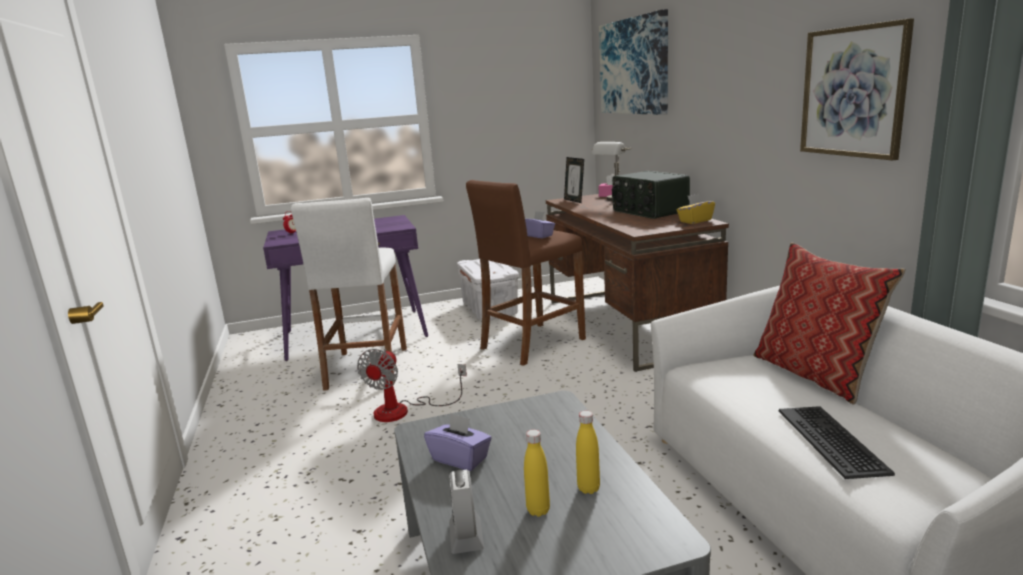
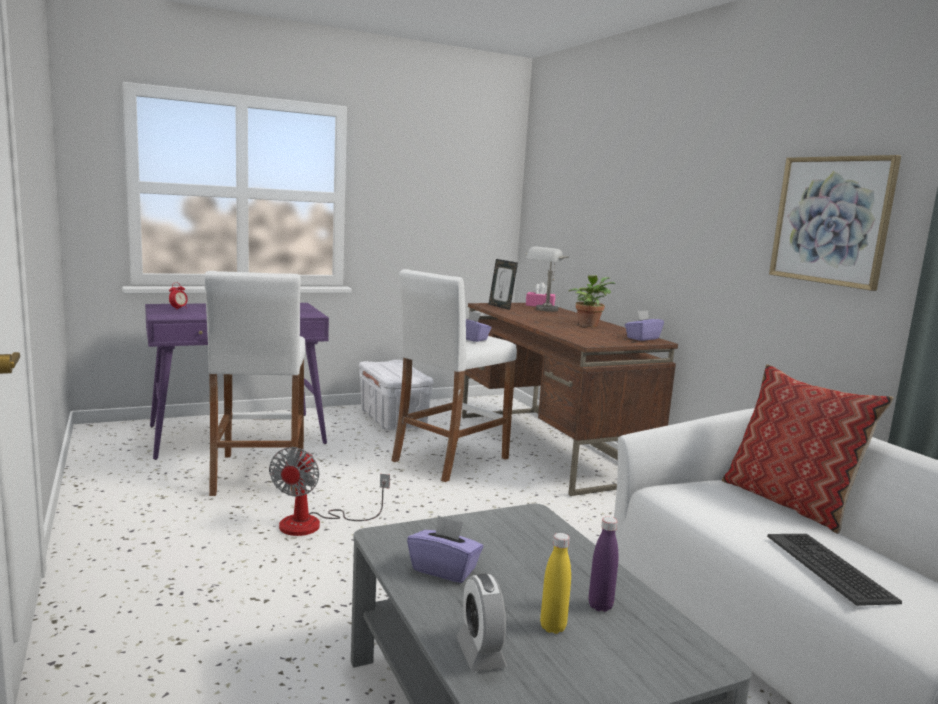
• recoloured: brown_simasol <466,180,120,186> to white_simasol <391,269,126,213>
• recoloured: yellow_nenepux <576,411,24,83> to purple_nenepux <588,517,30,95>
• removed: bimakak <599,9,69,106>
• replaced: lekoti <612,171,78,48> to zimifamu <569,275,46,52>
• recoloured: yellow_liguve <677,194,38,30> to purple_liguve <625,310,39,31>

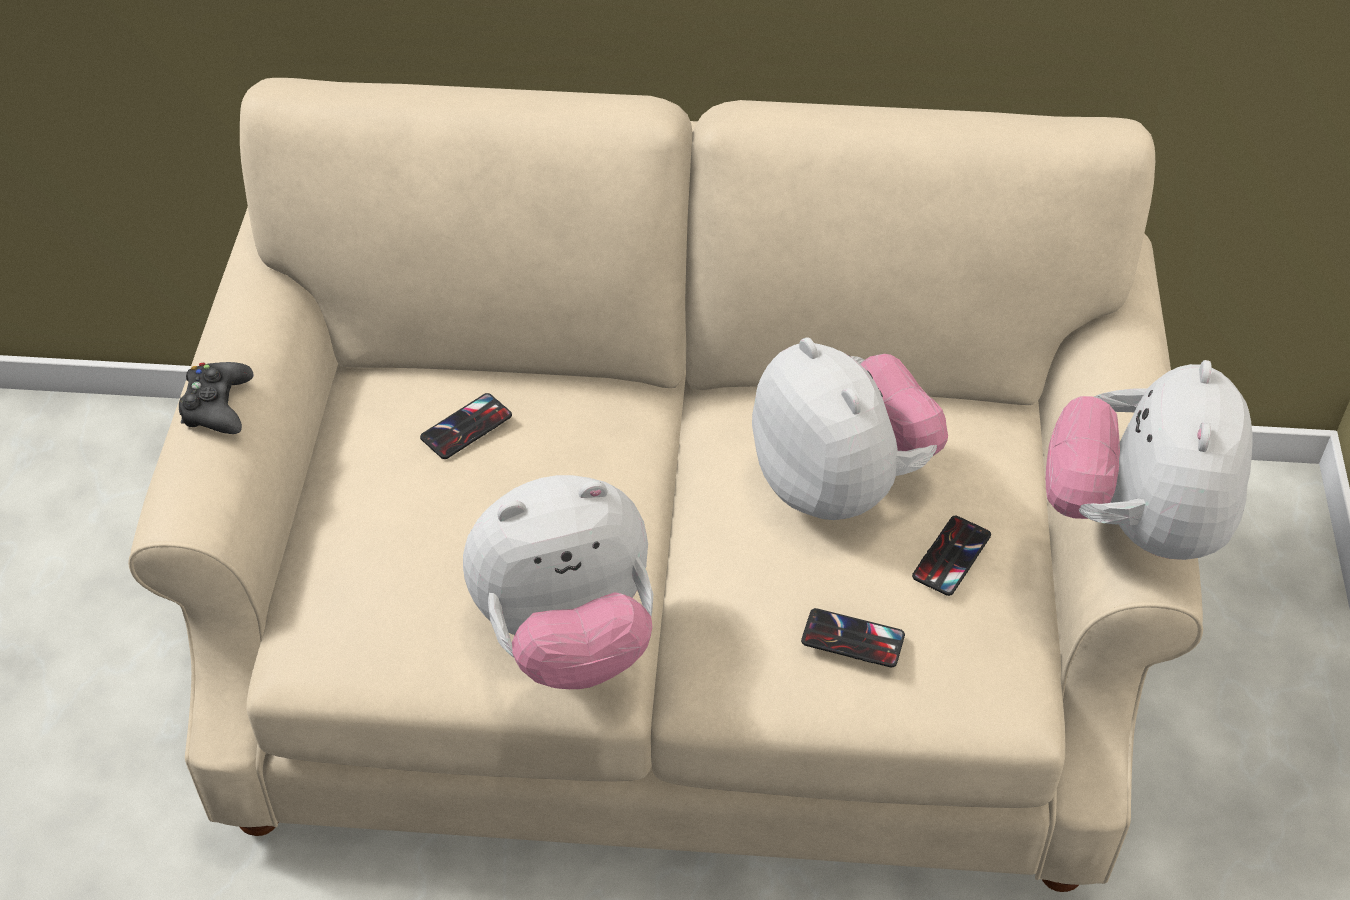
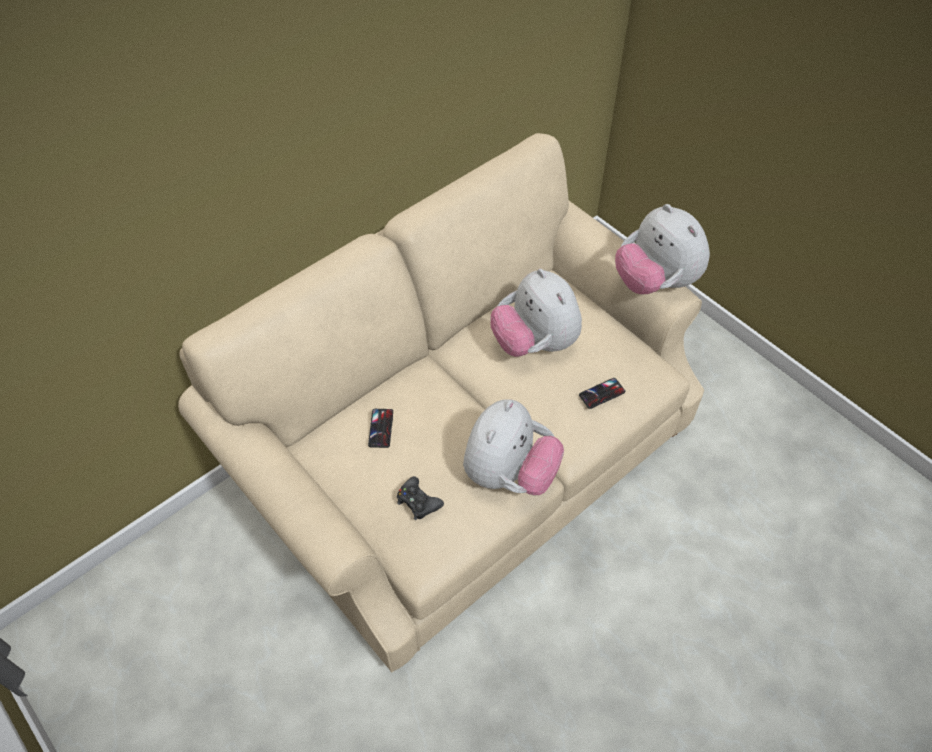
• moved: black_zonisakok <179,362,74,72> to <397,476,47,44>
• turned: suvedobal <752,338,196,182> = <491,269,91,88> 135 degrees counterclockwise
• removed: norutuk <912,516,79,80>

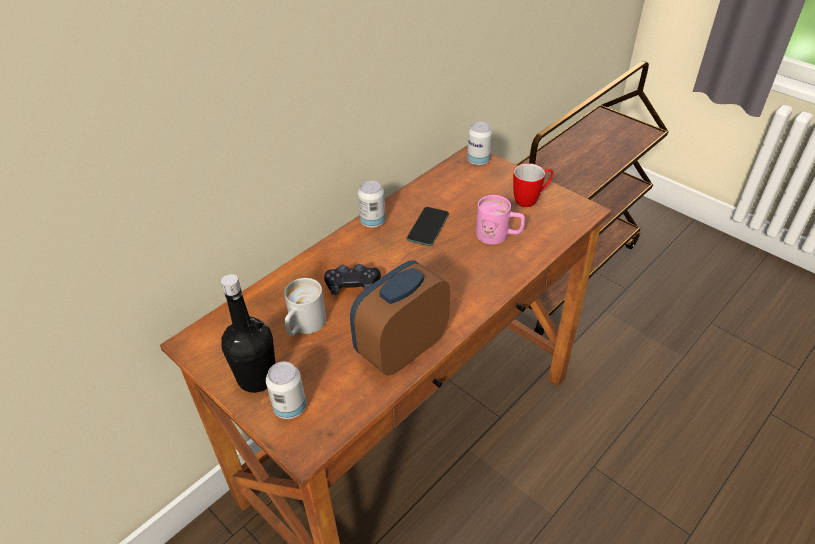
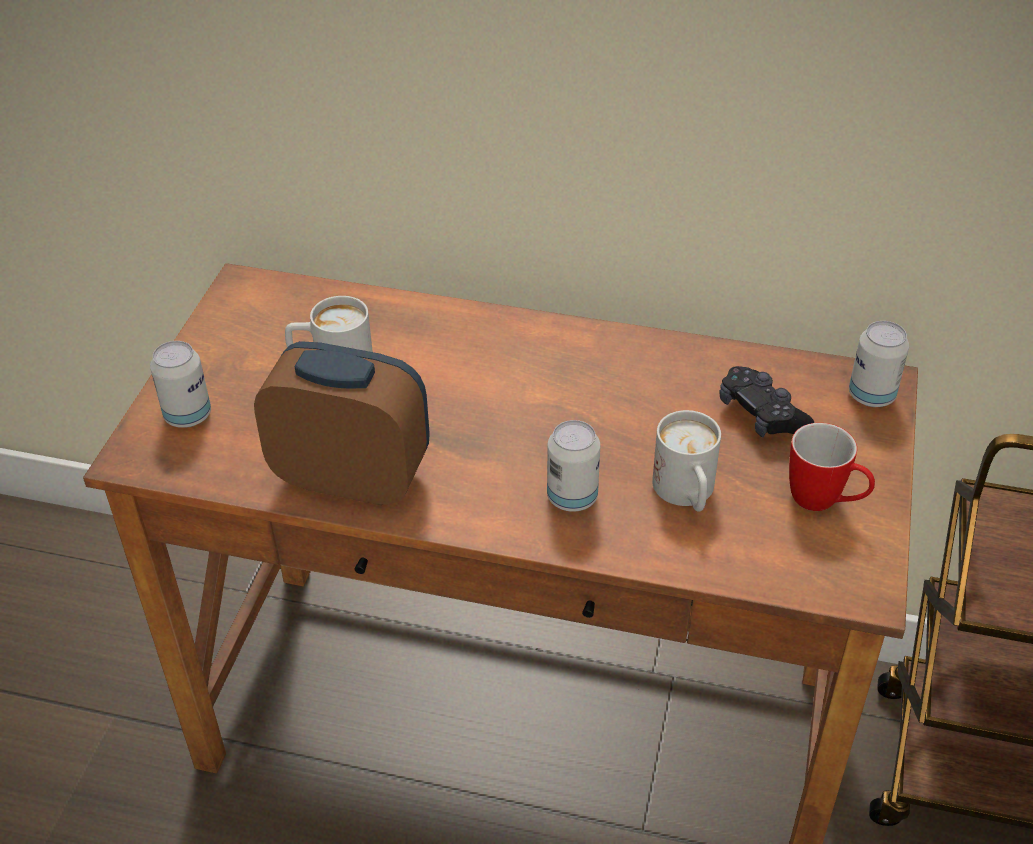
• removed: black_nenepux <221,274,55,119>
• moved: black_zonisakok <324,264,57,31> to <719,366,95,72>
• moved: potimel <358,180,27,48> to <547,420,53,92>
• removed: norutuk <407,207,42,39>
• recoloured: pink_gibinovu <476,195,49,50> to white_gibinovu <652,410,69,102>

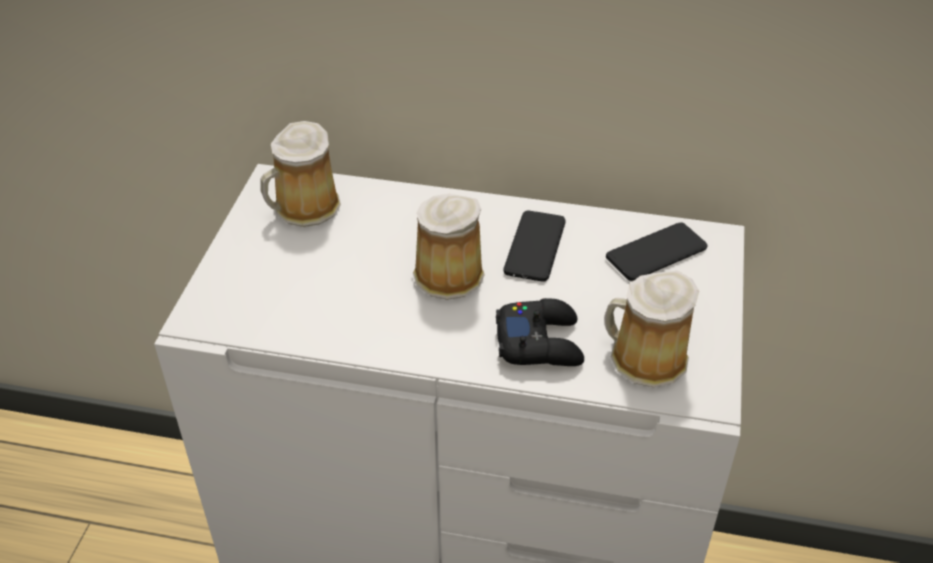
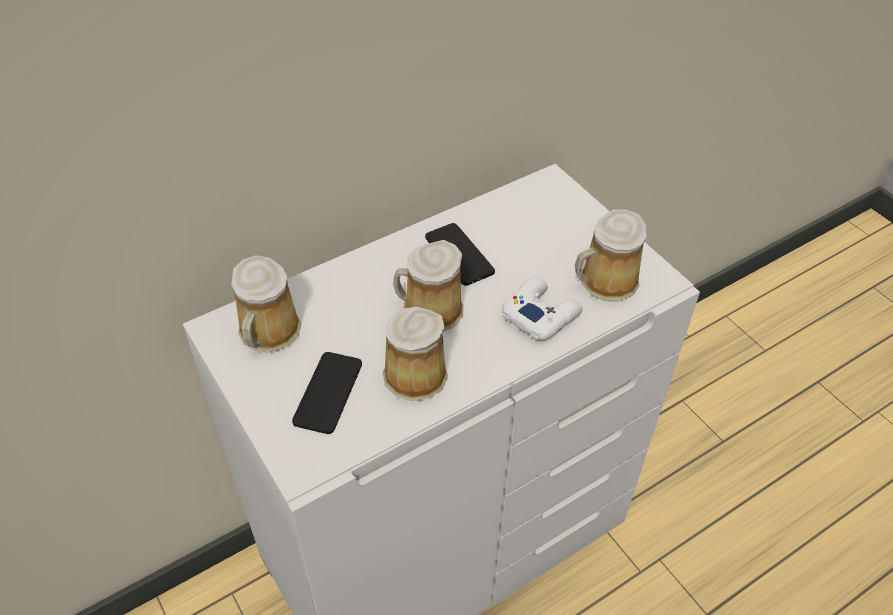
• recoloured: black_zonisakok <496,298,88,68> to white_zonisakok <502,278,81,62>
• moved: norutuk <606,222,101,59> to <292,352,70,82>
• added: gibinovu <383,307,65,94>

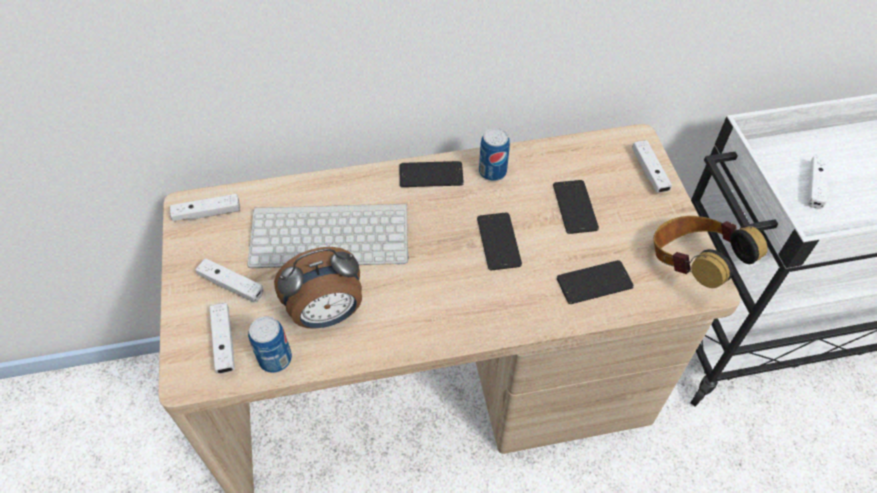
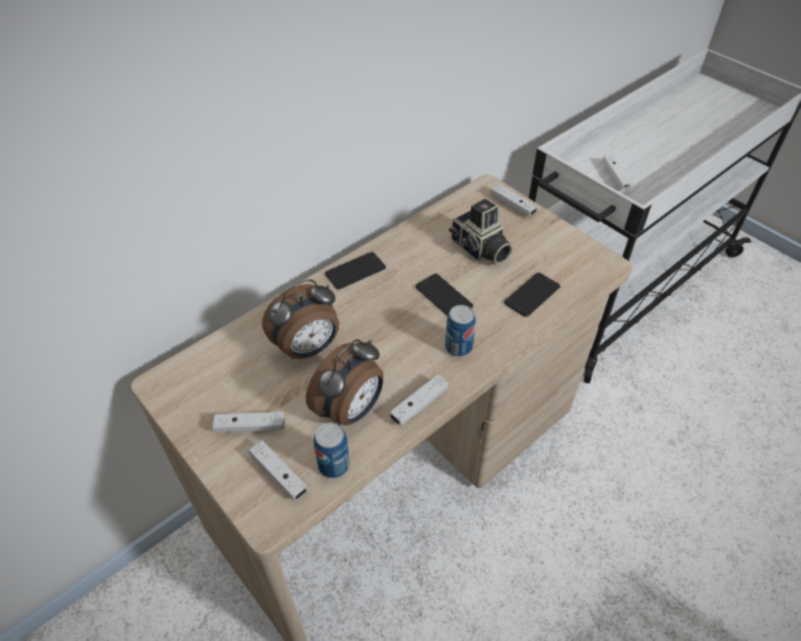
• moved: white_zonisakok <170,194,70,27> to <390,374,58,52>
• replaced: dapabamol <247,203,162,65> to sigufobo <262,279,77,80>
• moved: potimel <479,128,31,53> to <445,305,31,52>
• replaced: norutuk <553,180,46,54> to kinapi <449,199,64,65>
• removed: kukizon <654,216,114,72>

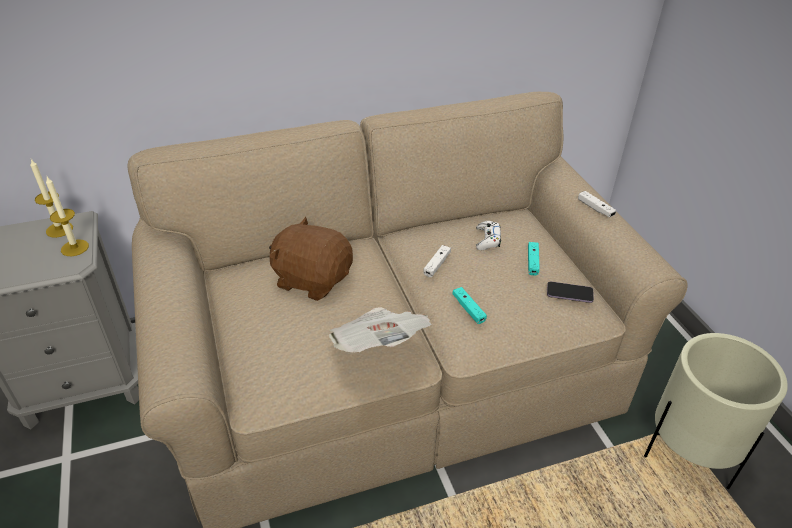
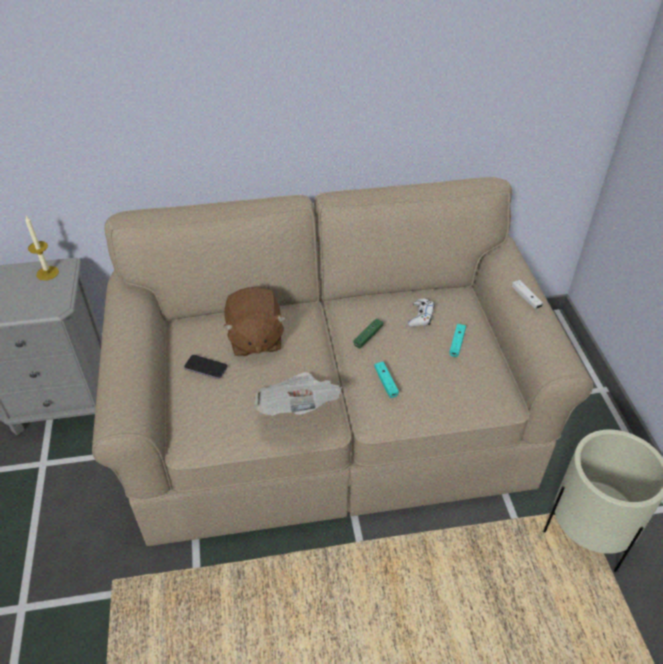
• removed: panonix <46,177,43,79>
• turned: brown_suvedobal <269,217,84,84> = <223,287,63,70> 135 degrees counterclockwise
• recoloured: white_zonisakok <423,245,28,32> to green_zonisakok <353,319,30,29>
• moved: norutuk <547,281,47,22> to <184,355,44,24>

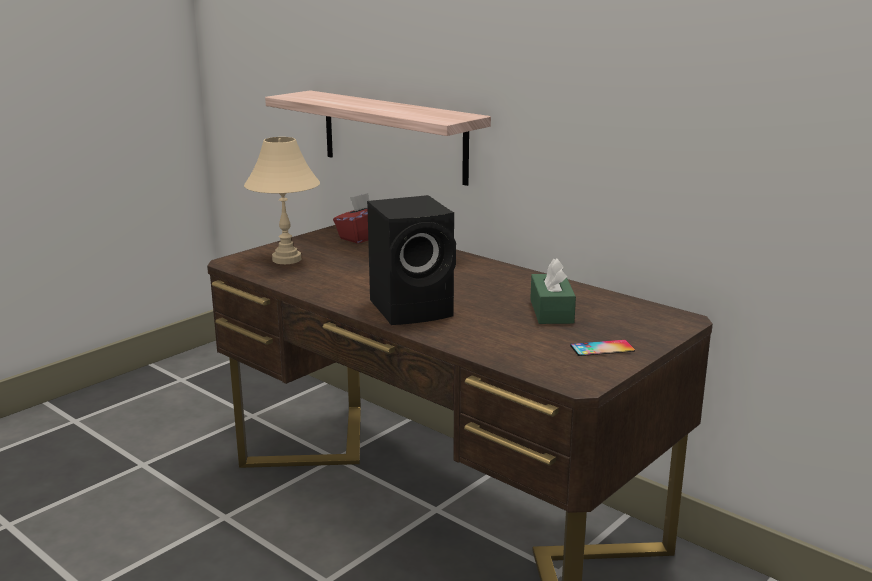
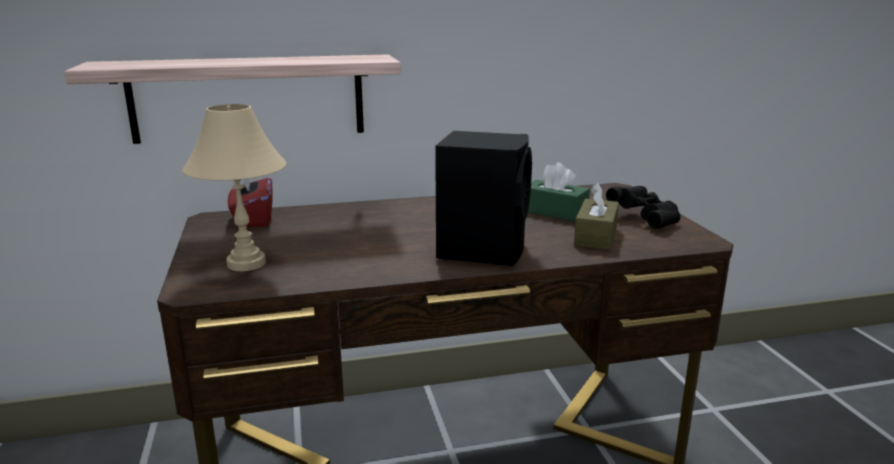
• replaced: norutuk <570,340,65,16> to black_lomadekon <606,186,74,43>
• added: brown_liguve <574,182,45,68>

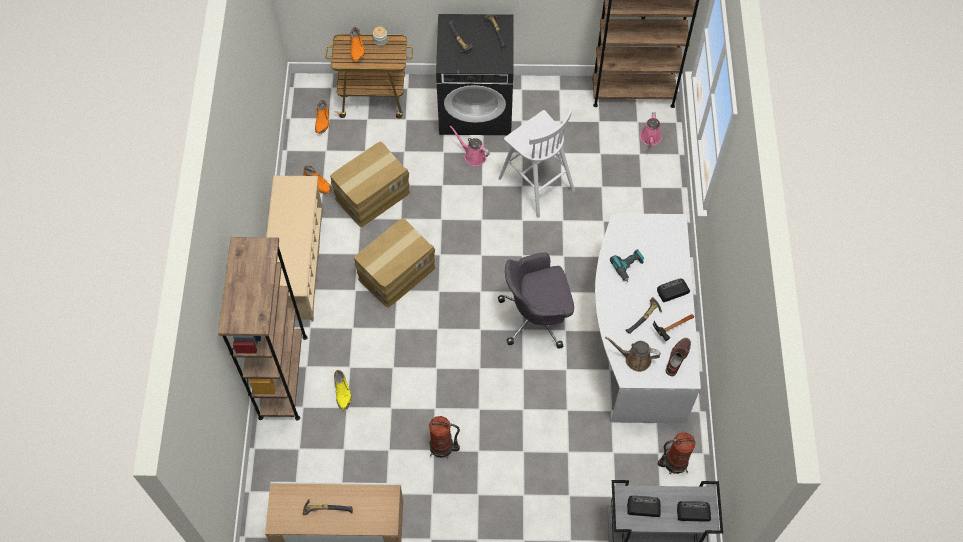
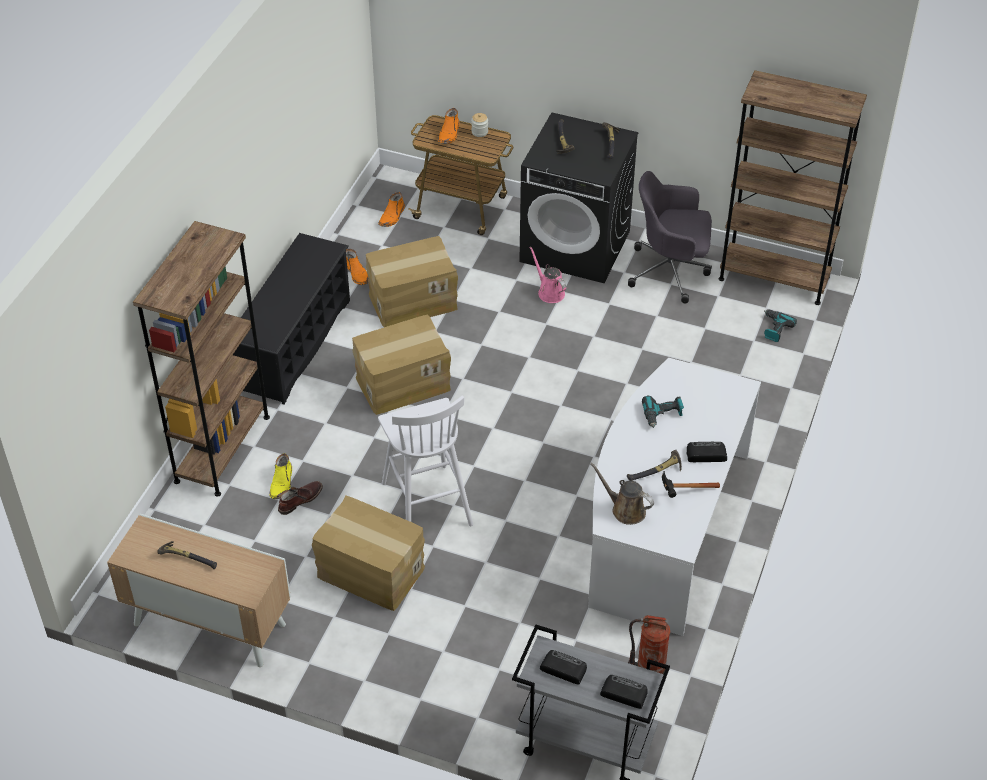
• recoloured: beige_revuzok <266,176,57,146> to black_revuzok <233,233,117,171>
• replaced: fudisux <429,416,31,43> to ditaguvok <312,495,113,116>
• moved: white_simasol <498,110,77,108> to <378,396,95,130>
• moved: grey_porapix <498,252,76,97> to <628,171,84,132>
• replaced: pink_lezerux <640,112,22,35> to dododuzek <764,309,33,33>
• moved: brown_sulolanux <666,338,25,39> to <278,481,45,34>

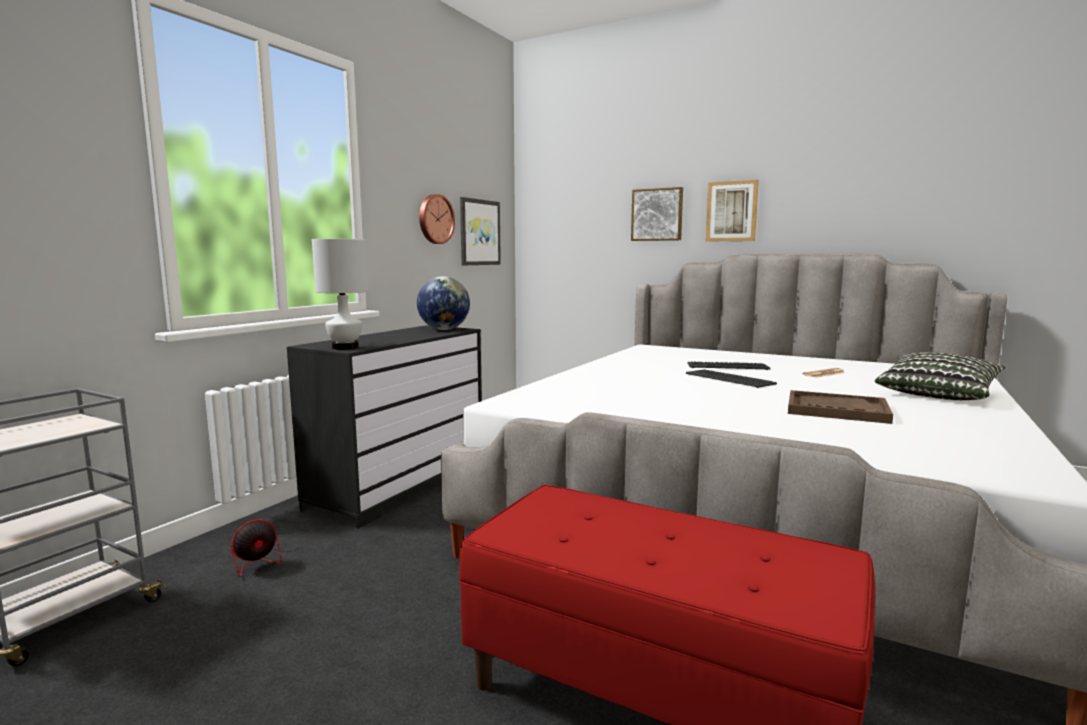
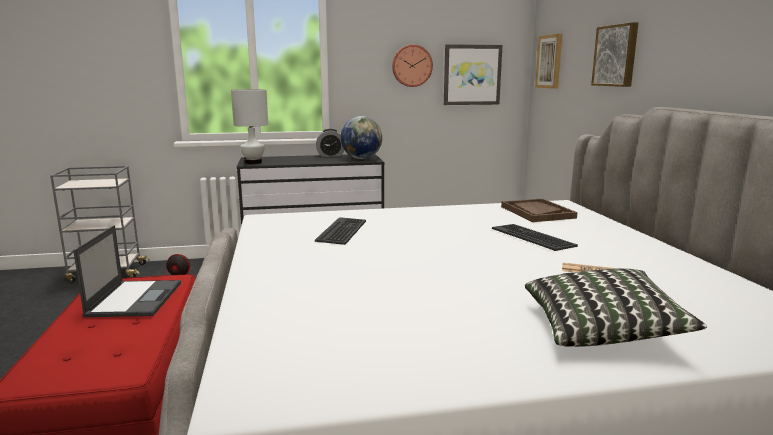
• moved: dapabamol <686,369,91,19> to <315,217,51,28>
• moved: bimakak <706,180,53,62> to <535,34,27,55>
• moved: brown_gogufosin <788,390,105,34> to <501,198,77,24>
• added: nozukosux <73,225,108,92>
• added: sigufobo <316,129,28,28>

